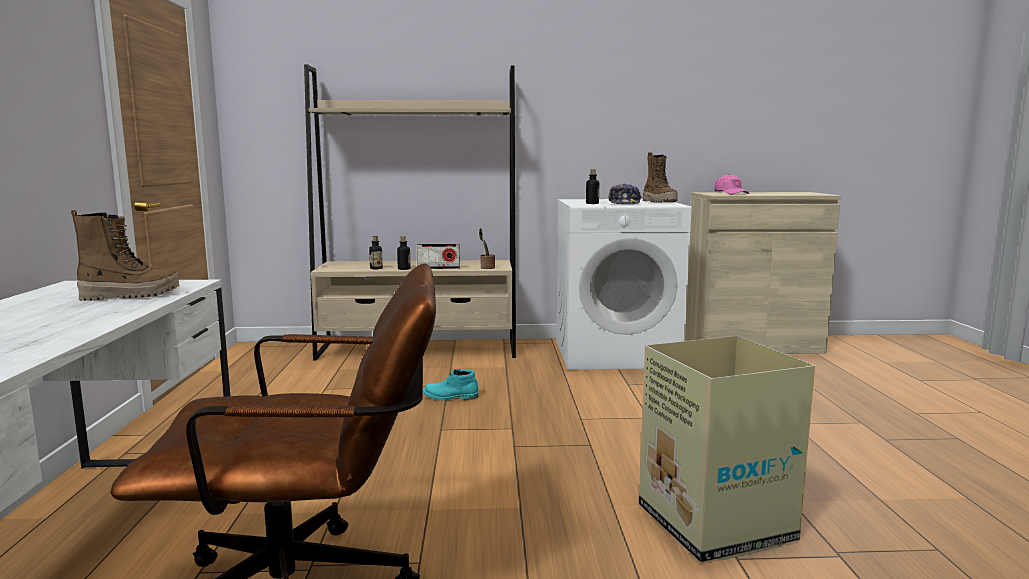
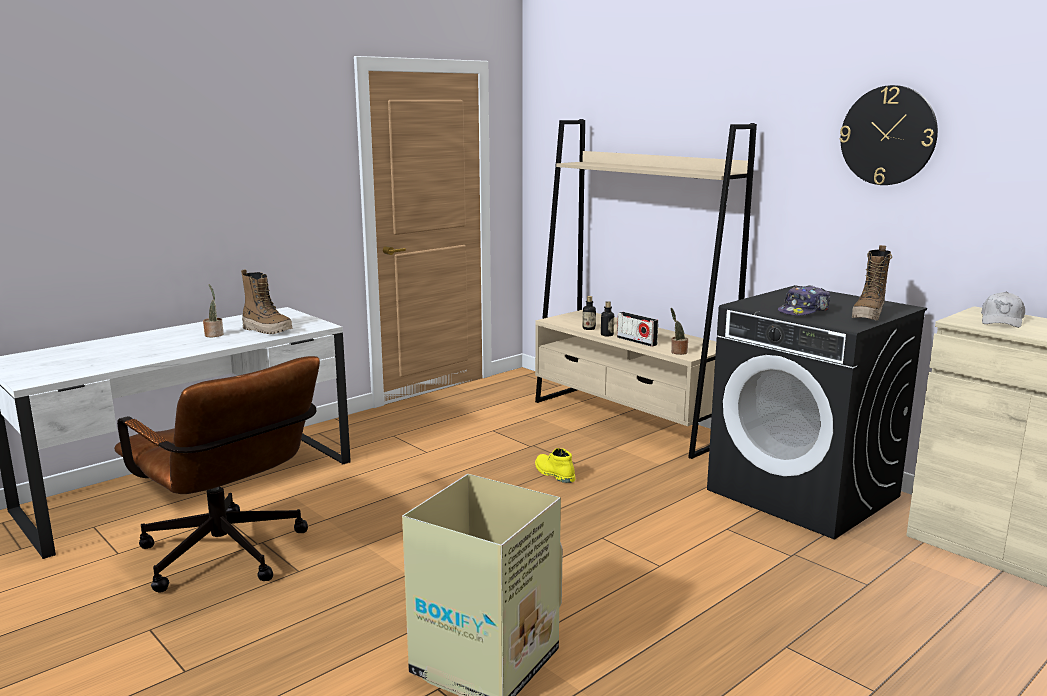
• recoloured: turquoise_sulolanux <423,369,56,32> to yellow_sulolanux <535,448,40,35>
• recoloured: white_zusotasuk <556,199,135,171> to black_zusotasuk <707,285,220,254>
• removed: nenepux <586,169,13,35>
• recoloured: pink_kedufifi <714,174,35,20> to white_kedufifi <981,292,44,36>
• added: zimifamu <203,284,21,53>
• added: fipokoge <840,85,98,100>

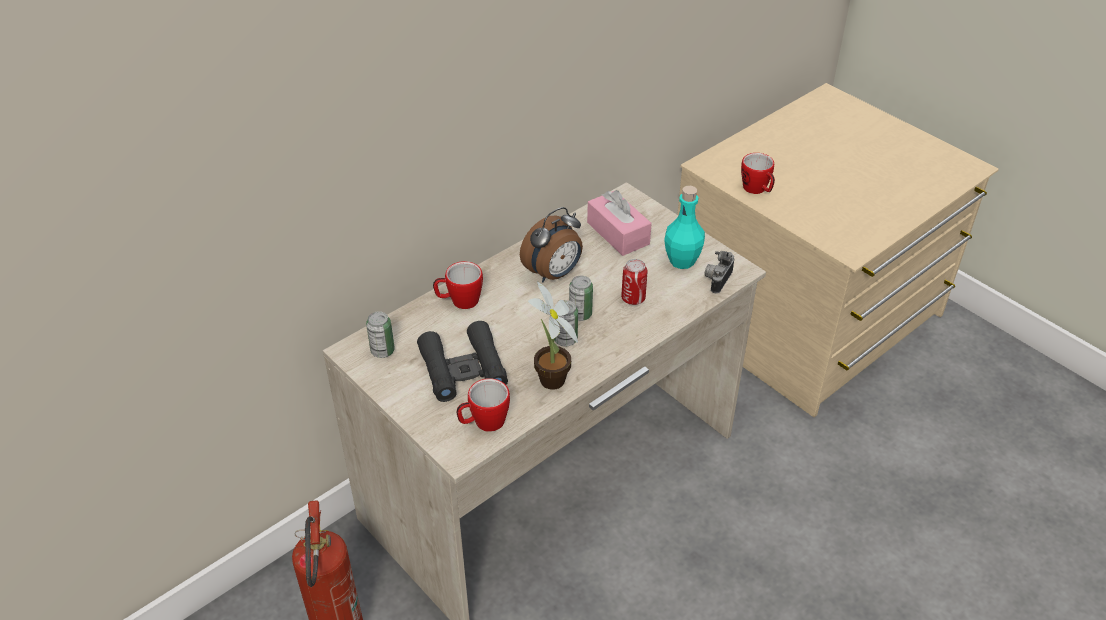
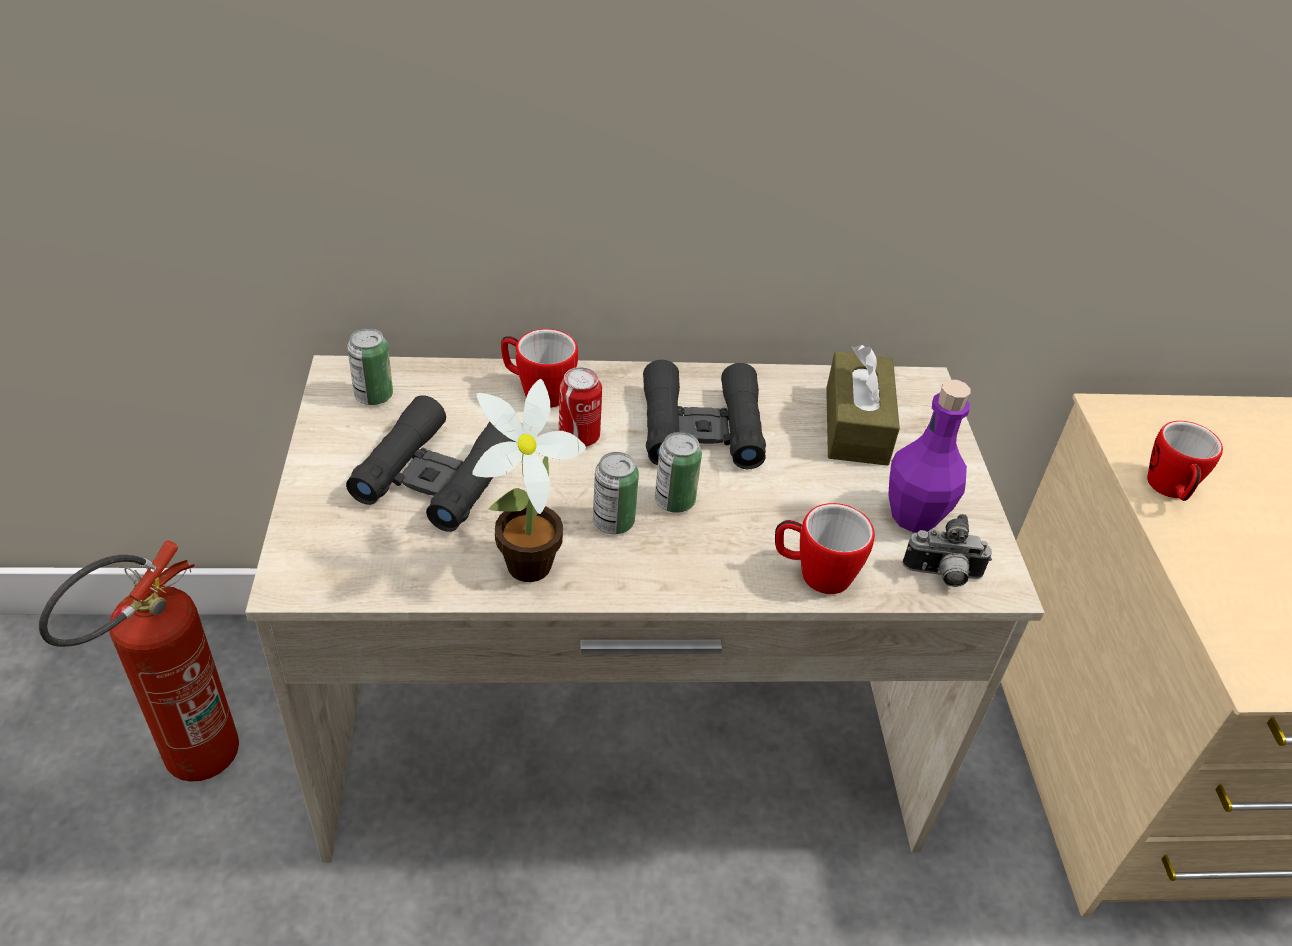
• moved: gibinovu <457,378,53,54> to <775,503,100,91>
• replaced: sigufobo <520,207,63,75> to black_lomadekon <643,360,123,109>
• recoloured: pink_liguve <587,190,65,66> to brown_liguve <826,345,74,121>
• moved: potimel <621,259,27,46> to <559,367,43,80>
• recoloured: turquoise_nenepux <664,186,41,83> to purple_nenepux <888,380,83,152>
• turned: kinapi <704,251,30,42> = <902,514,90,73> 150 degrees counterclockwise

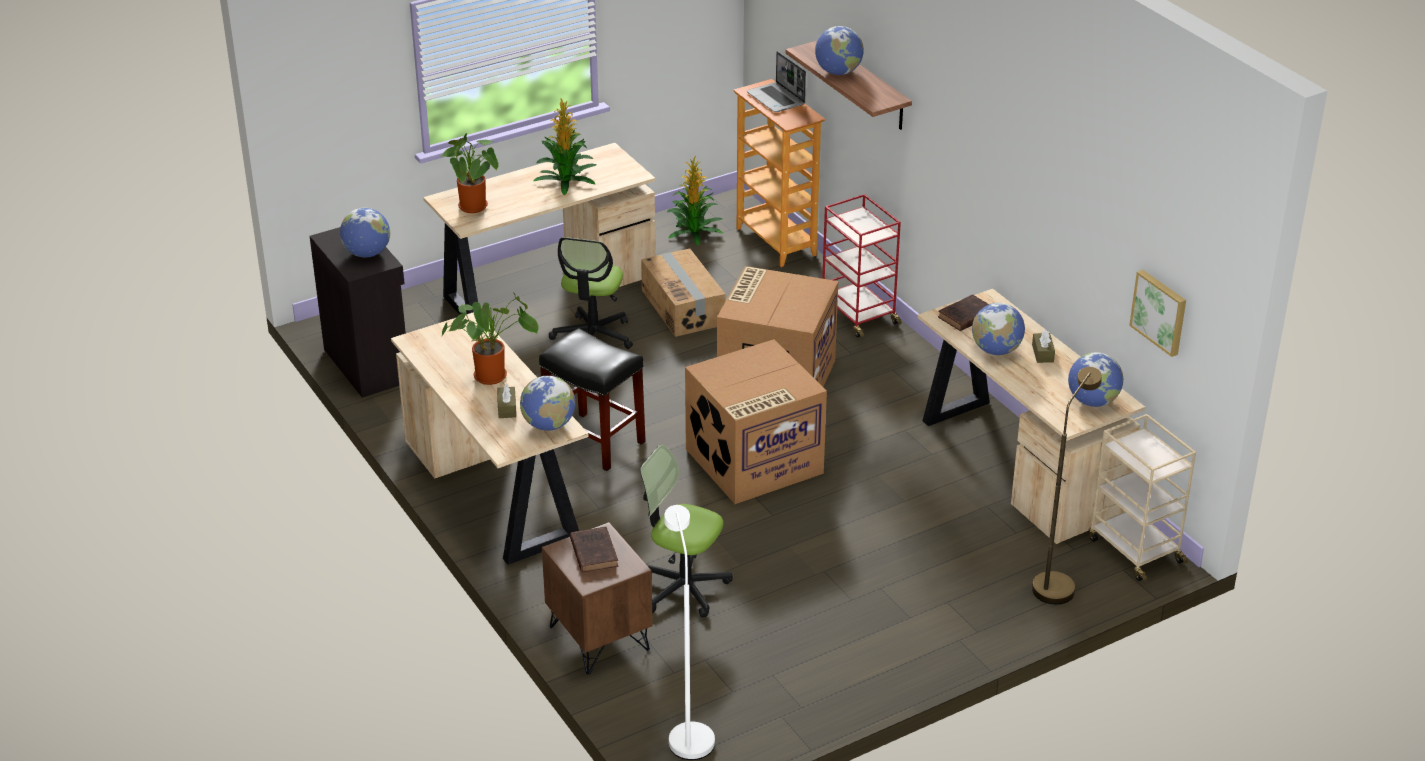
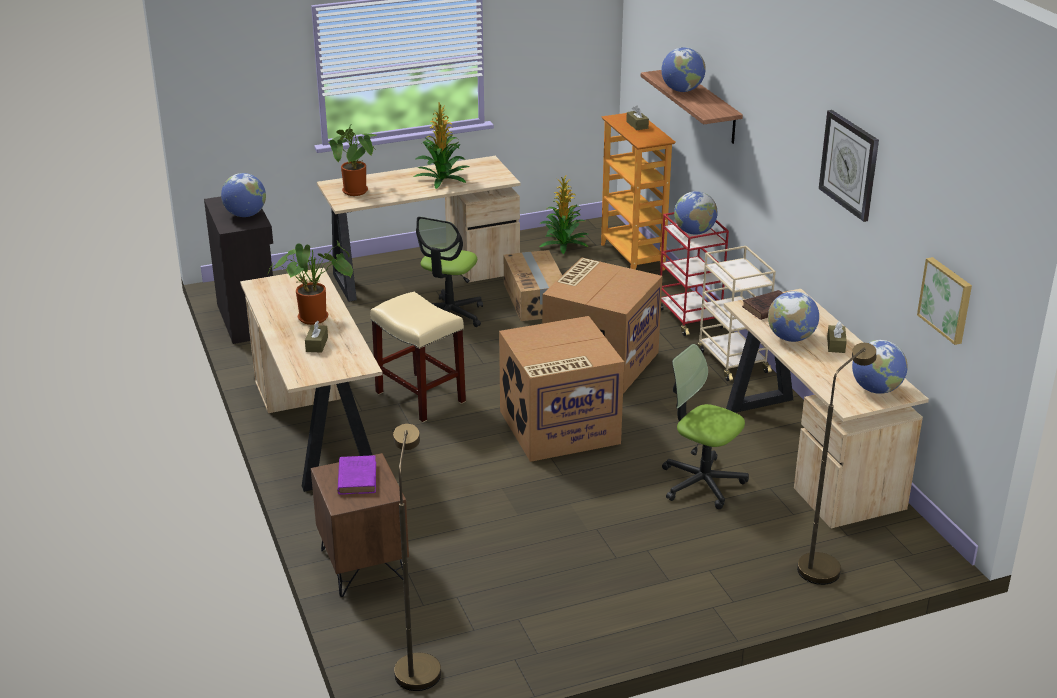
• moved: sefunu <520,376,55,55> to <674,191,44,44>
• recoloured: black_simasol <539,328,107,143> to beige_simasol <371,292,95,131>
• recoloured: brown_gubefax <570,527,49,46> to purple_gubefax <338,455,38,40>
• moved: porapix <640,444,93,174> to <662,344,87,165>
• recoloured: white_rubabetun <664,505,51,255> to brown_rubabetun <393,424,48,267>
• replaced: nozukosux <747,51,59,61> to brown_liguve <626,105,23,25>
• moved: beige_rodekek <1088,414,108,167> to <697,246,79,135>
• added: fipokoge <819,110,60,112>

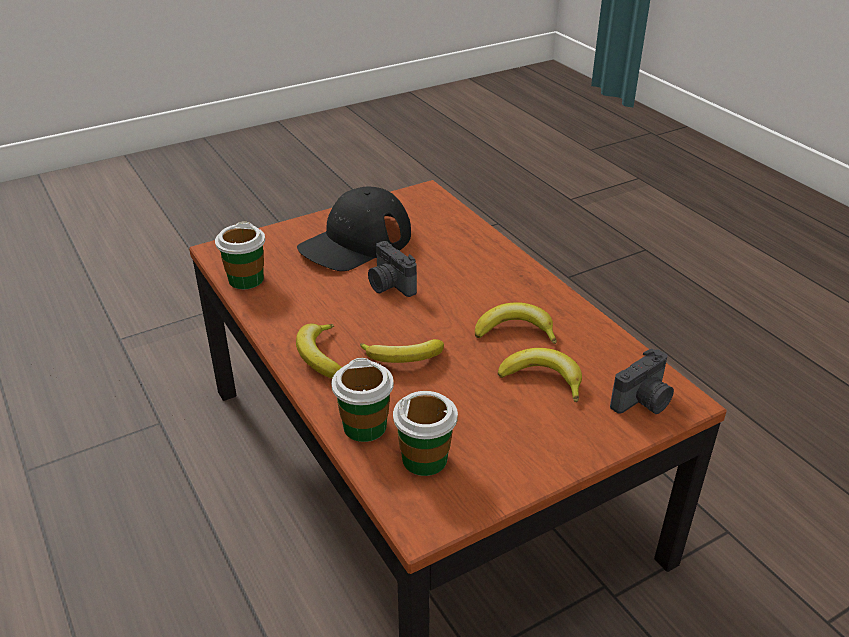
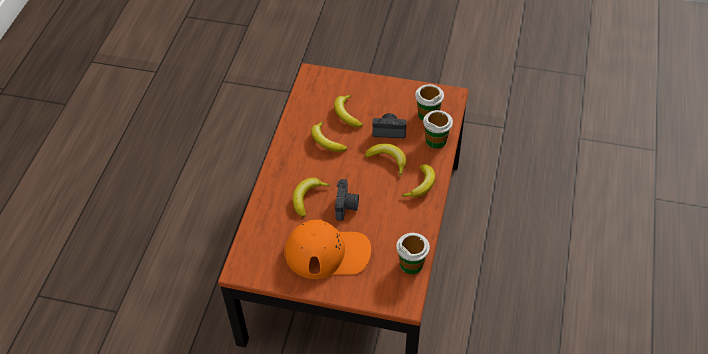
• recoloured: black_kedufifi <297,186,114,85> to orange_kedufifi <284,220,87,59>
• moved: kinapi <610,348,64,66> to <372,113,34,25>
• added: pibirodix <293,177,37,40>

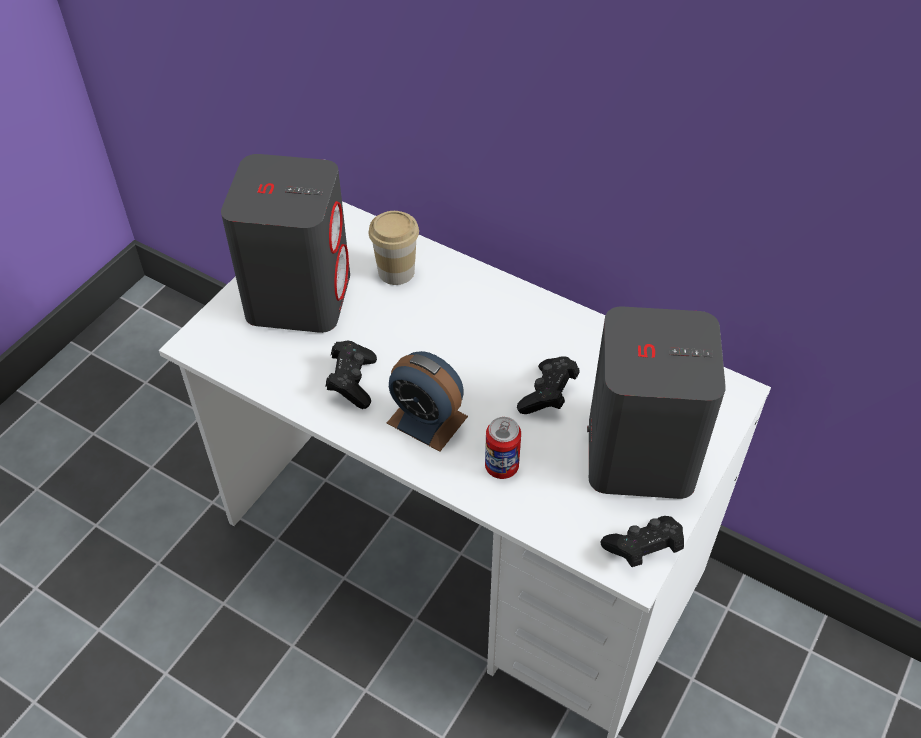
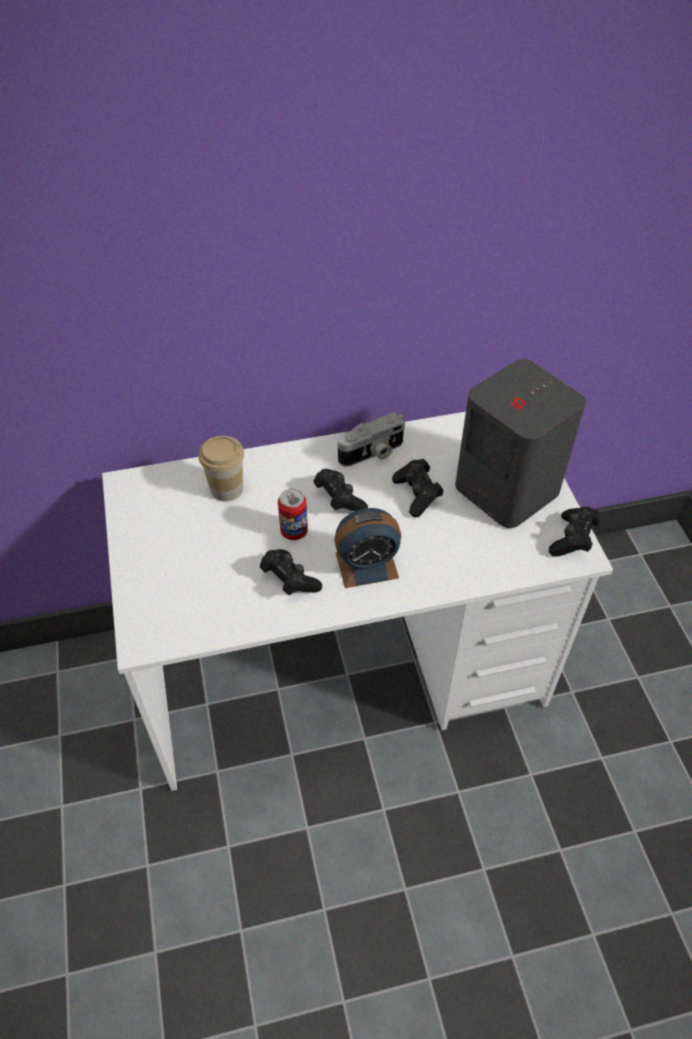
• removed: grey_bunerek <221,154,129,179>
• moved: potimel <485,417,36,62> to <278,489,30,51>
• added: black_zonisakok <314,469,54,43>
• added: kinapi <338,412,67,55>

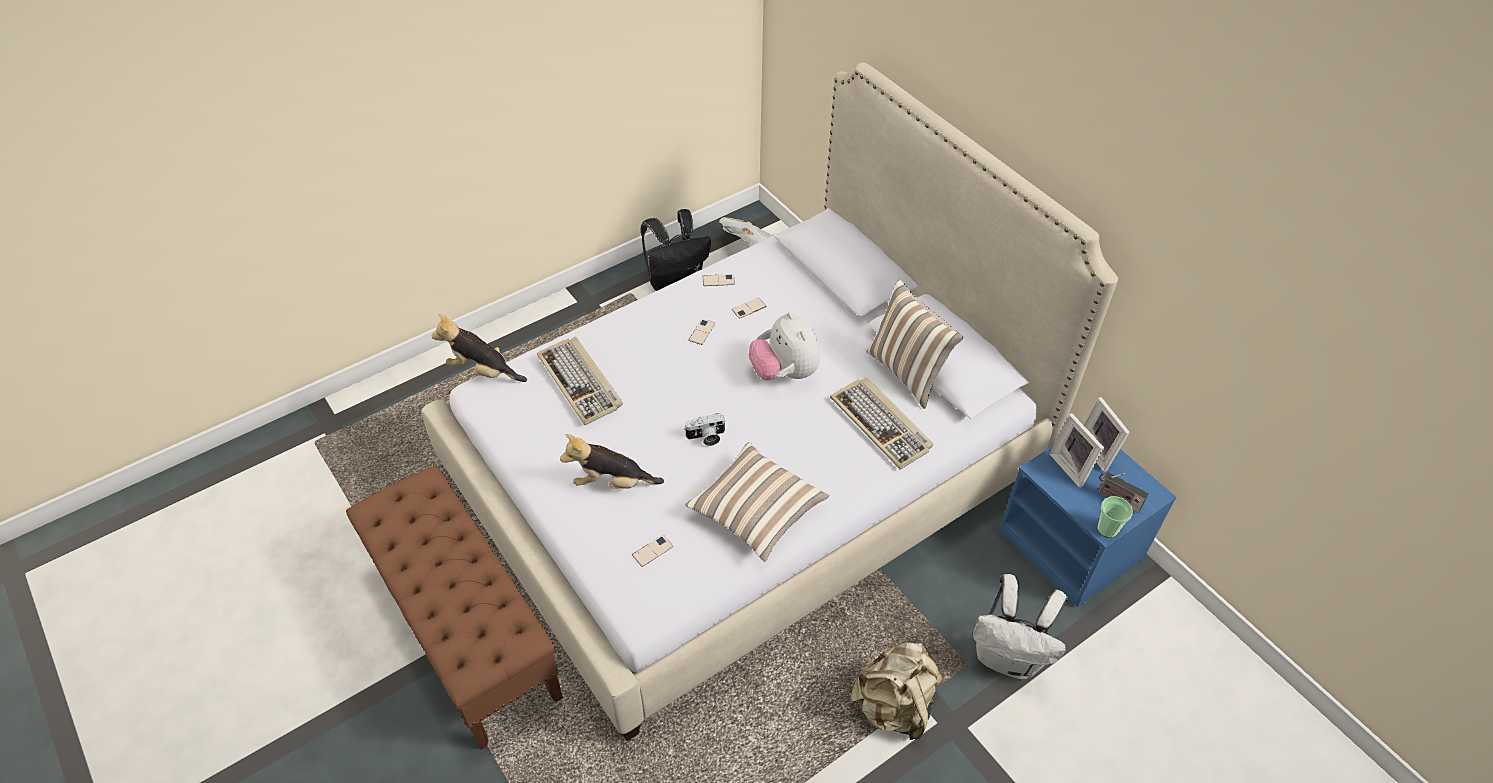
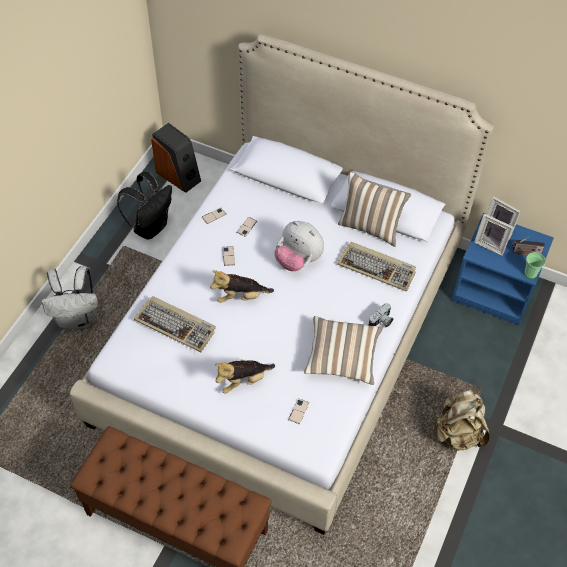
• moved: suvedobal <432,314,95,68> to <210,270,64,33>
• moved: kinapi <684,413,42,33> to <368,303,25,24>
• replaced: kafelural <719,217,54,27> to bunerek <151,123,50,70>
• moved: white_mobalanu <972,574,96,106> to <42,266,56,63>

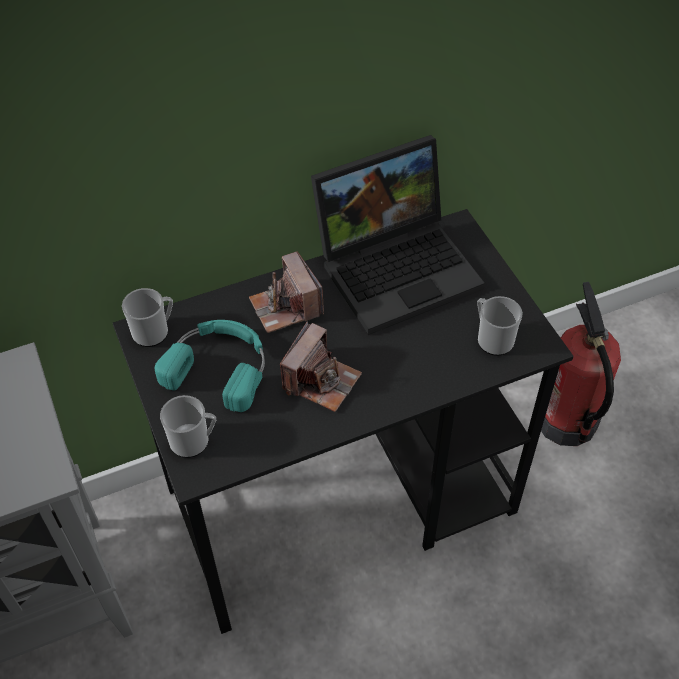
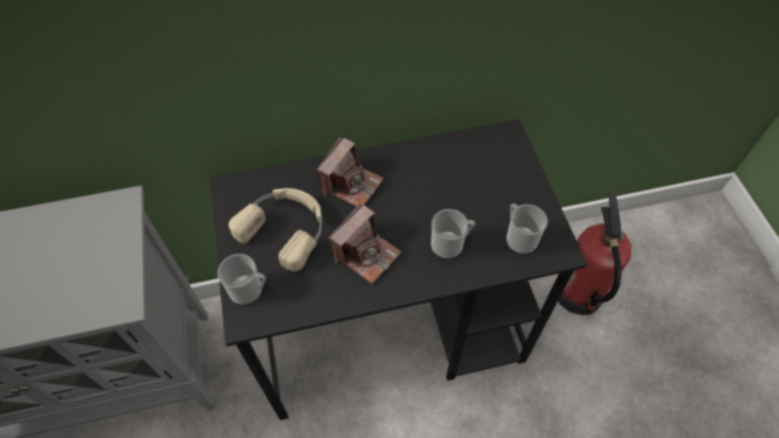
• moved: gibinovu <122,288,51,59> to <431,209,44,50>
• recoloured: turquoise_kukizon <155,320,110,92> to beige_kukizon <229,188,93,84>
• turned: kinapi <249,251,75,82> = <317,137,67,69> 135 degrees counterclockwise
• removed: nozukosux <311,135,174,200>

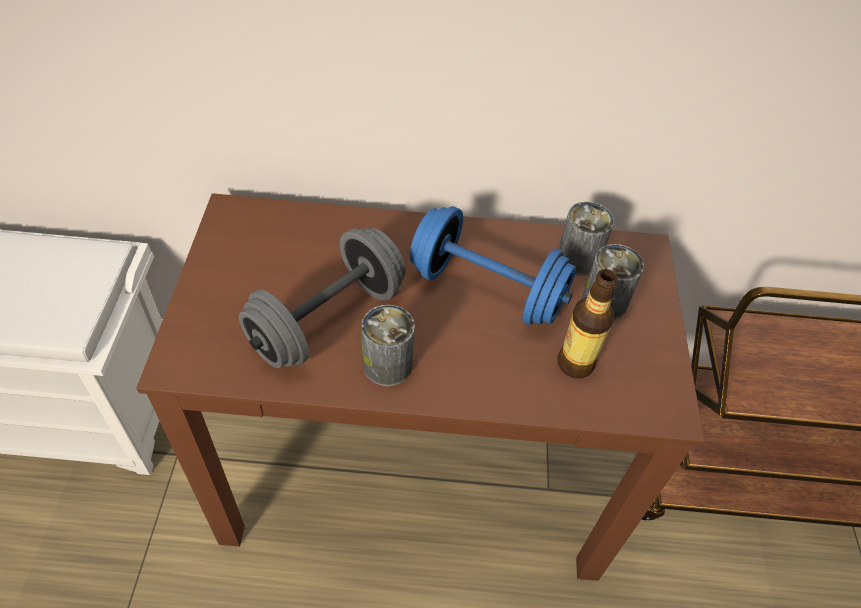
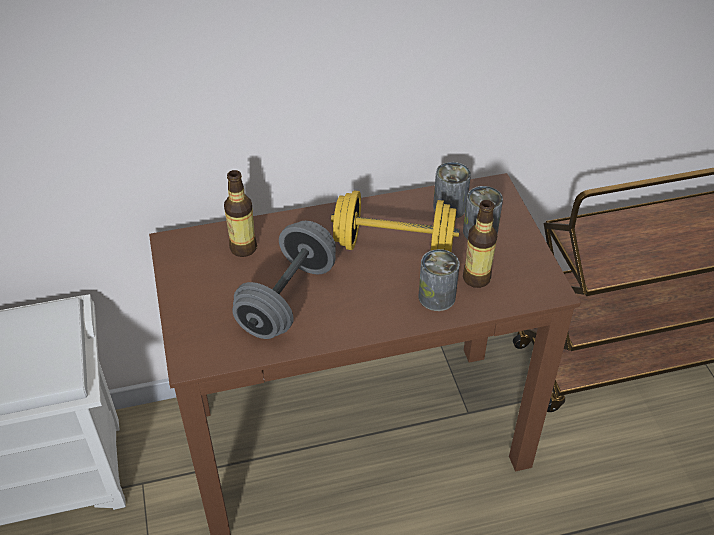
• moved: potimel <361,305,54,81> to <419,249,40,62>
• recoloured: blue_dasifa <410,206,166,119> to yellow_dasifa <331,190,129,62>
• added: nenepux <224,170,33,87>

